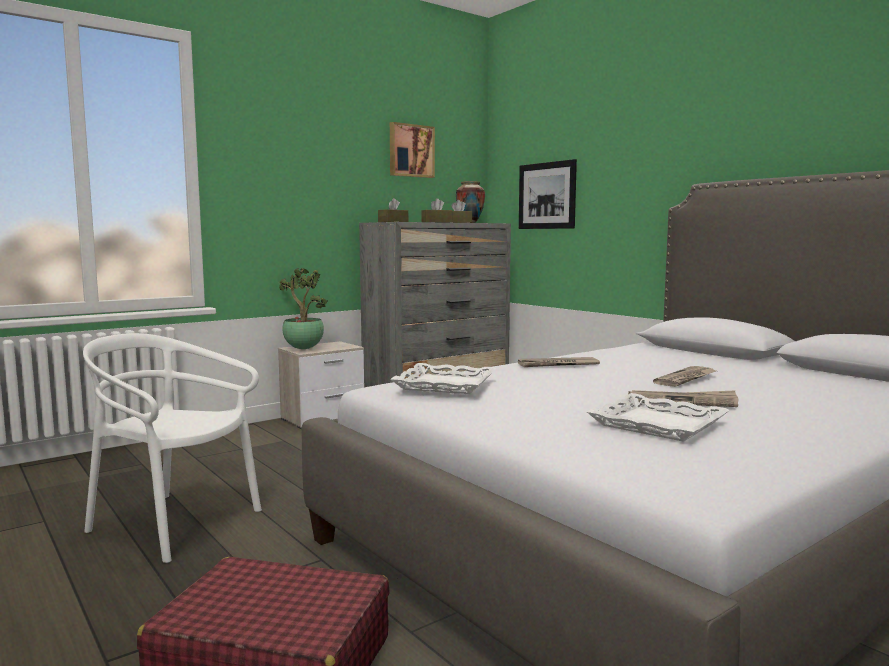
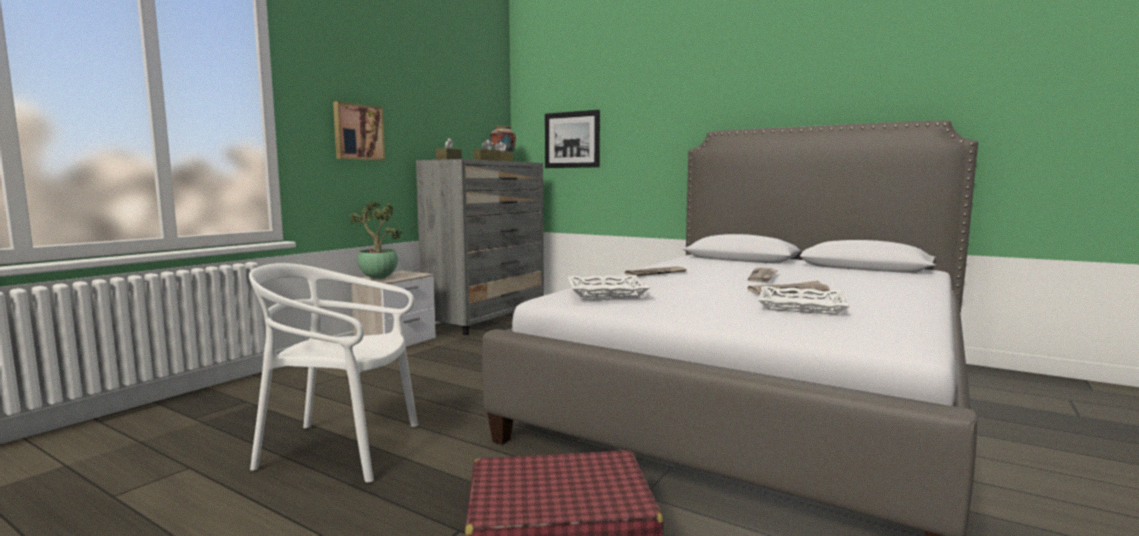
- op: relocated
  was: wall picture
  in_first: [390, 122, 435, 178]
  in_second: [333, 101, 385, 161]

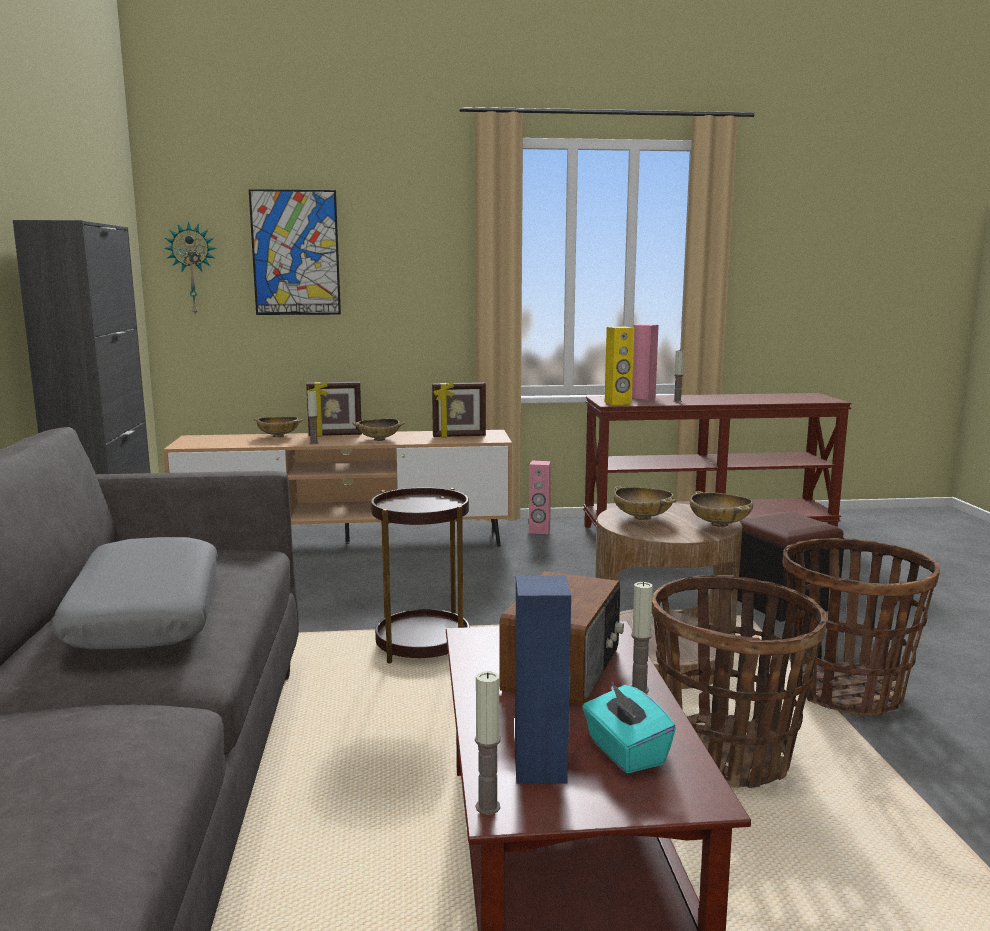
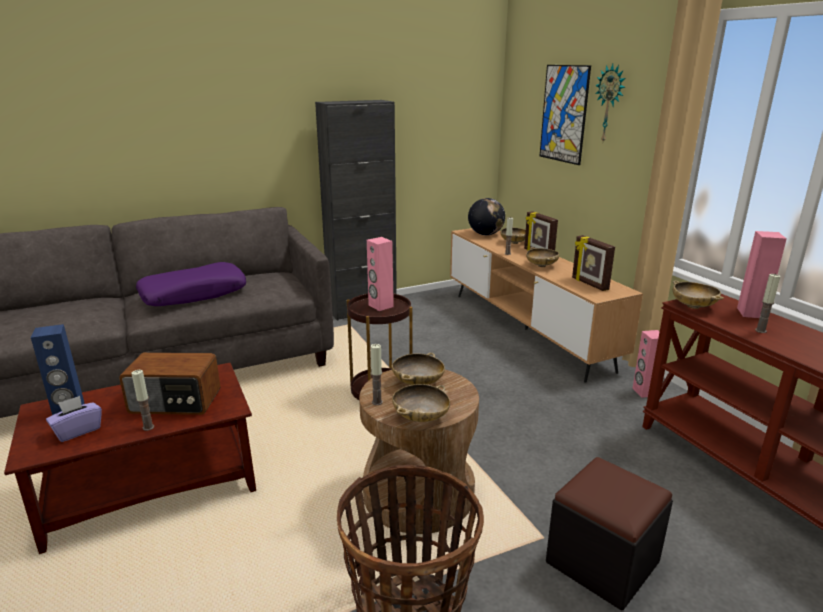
- op: colour
  was: box of tissues (turquoise-coloured)
  now: box of tissues (purple-coloured)
  in_first: [582, 681, 676, 773]
  in_second: [46, 396, 102, 442]
- op: colour
  was: pillow (greyish)
  now: pillow (purple-coloured)
  in_first: [52, 537, 218, 649]
  in_second: [136, 262, 246, 306]
- op: appeared
  now: speaker (pink)
  in_second: [367, 237, 394, 311]
- op: relocated
  was: candle
  in_first: [475, 671, 501, 815]
  in_second: [371, 344, 383, 405]
- op: appeared
  now: desk globe
  in_second: [468, 198, 505, 235]
- op: relocated
  was: hanging clock
  in_first: [164, 221, 217, 316]
  in_second: [595, 64, 625, 142]
- op: exchanged
  was: speaker (yellow)
  now: serving bowl (beige)
  in_first: [605, 327, 634, 405]
  in_second: [673, 281, 724, 309]
- op: missing
  was: basket
  in_first: [652, 575, 827, 788]

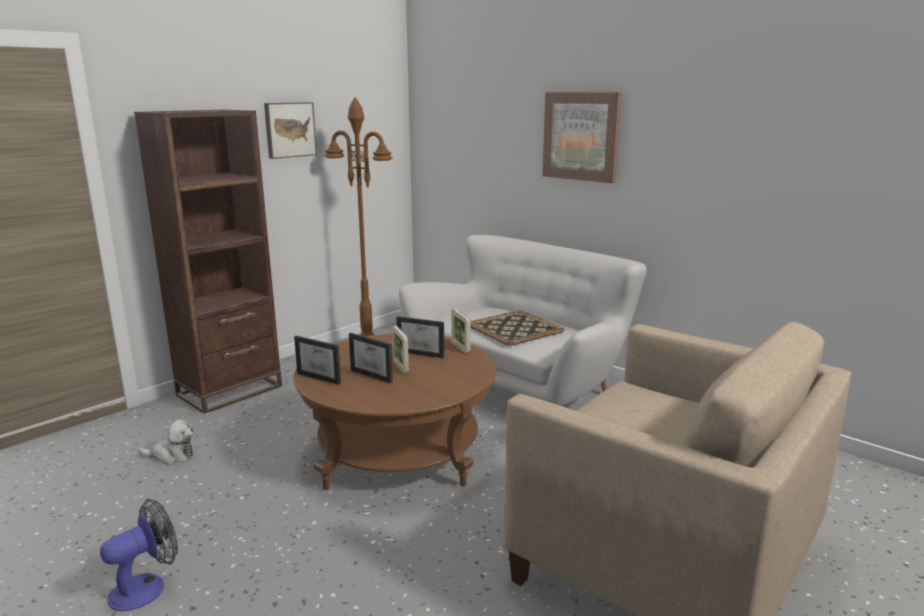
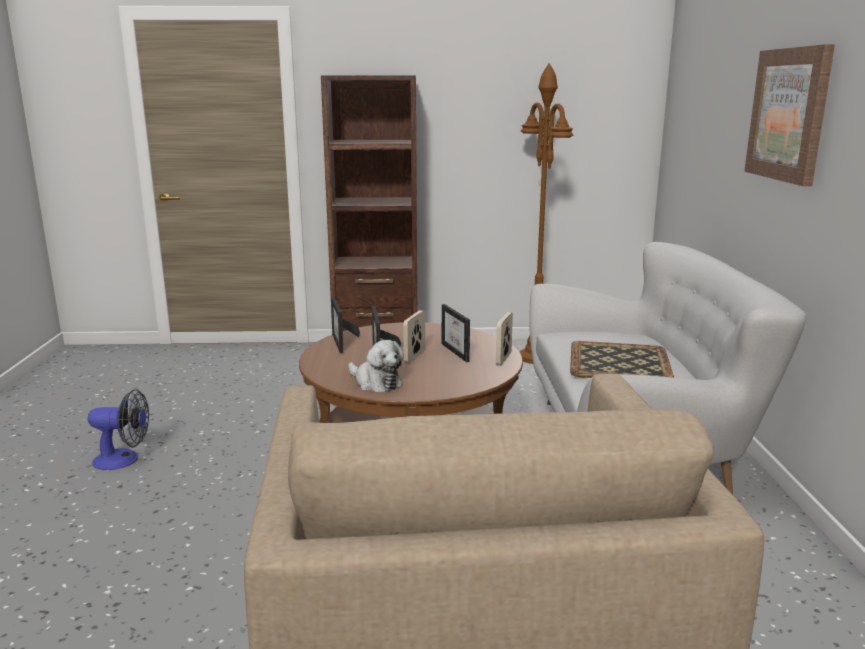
- op: relocated
  was: cuddly toy
  in_first: [138, 419, 195, 465]
  in_second: [348, 340, 404, 393]
- op: missing
  was: wall picture
  in_first: [264, 102, 317, 159]

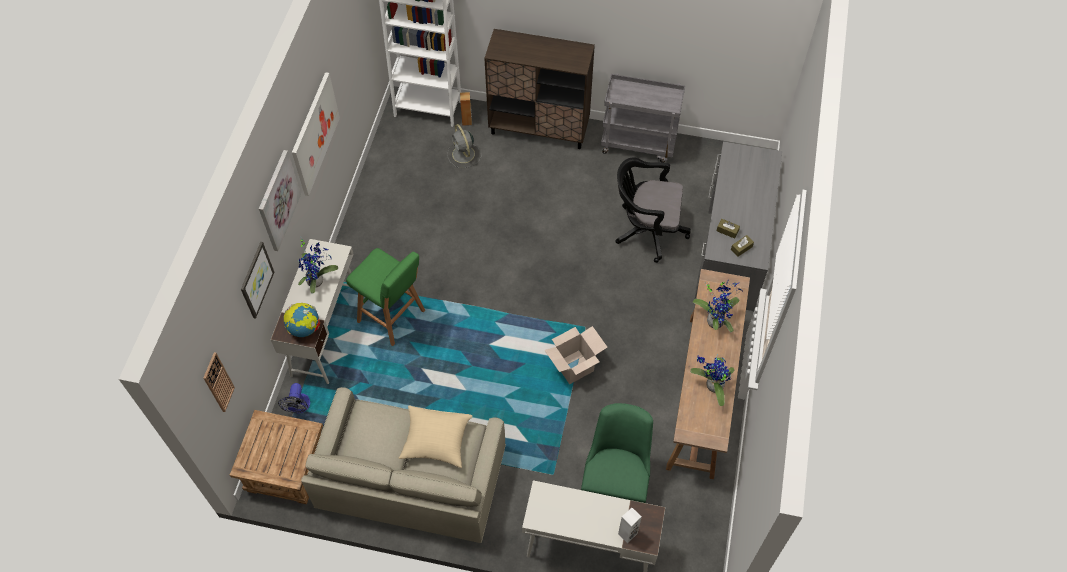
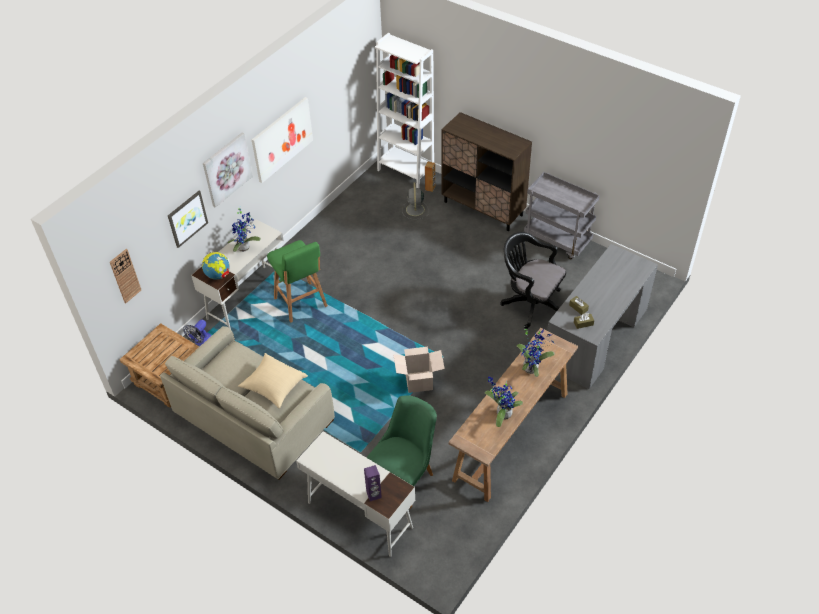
- op: colour
  was: speaker (white)
  now: speaker (purple-coloured)
  in_first: [618, 508, 642, 543]
  in_second: [364, 465, 382, 501]

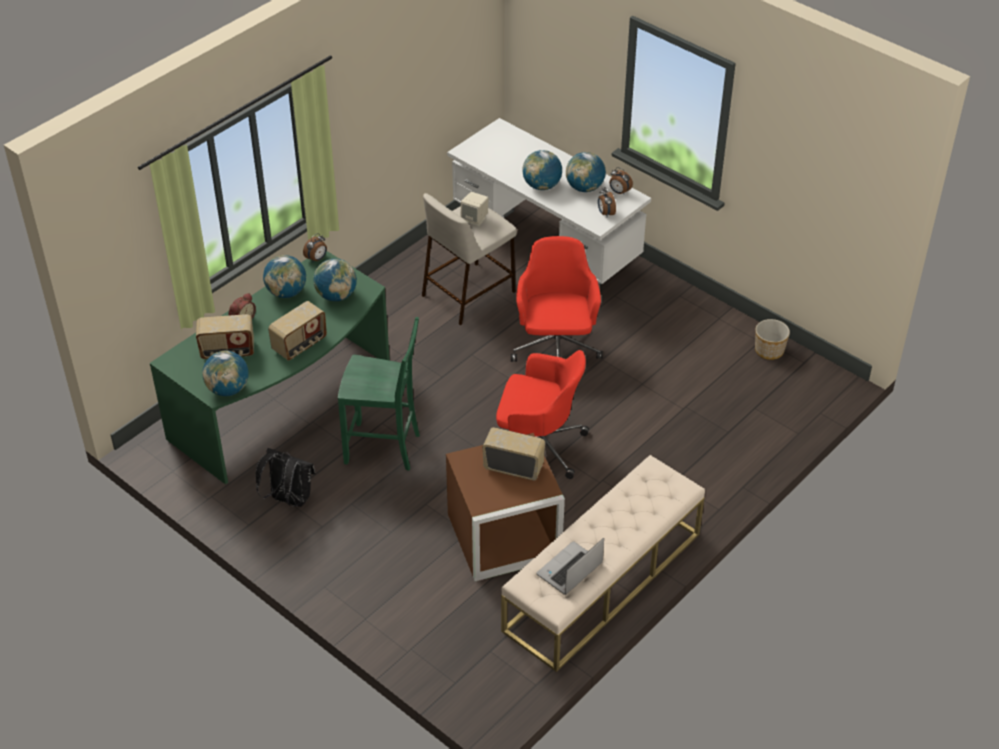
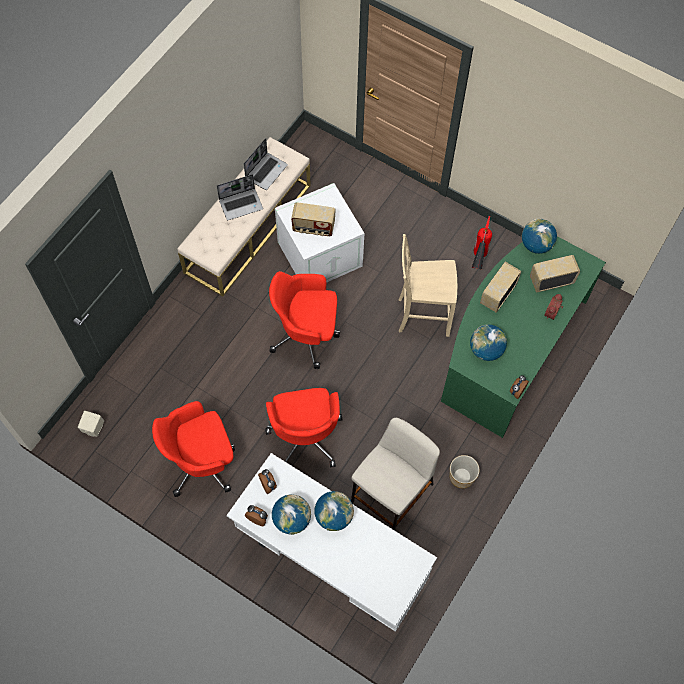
- op: relocated
  was: speaker (beige)
  in_first: [460, 192, 488, 227]
  in_second: [78, 411, 104, 437]
- op: appeared
  now: desk chair (red)
  in_second: [152, 401, 235, 497]
- op: appeared
  now: portable computer
  in_second: [217, 174, 263, 220]
- op: colour
  was: storage bin (brown)
  now: storage bin (white)
  in_first: [446, 433, 565, 581]
  in_second: [275, 183, 365, 282]
- op: colour
  was: plain chair (green)
  now: plain chair (beige)
  in_first: [338, 317, 420, 471]
  in_second: [398, 234, 457, 337]
- op: relocated
  was: plant pot
  in_first: [755, 319, 790, 360]
  in_second: [450, 455, 480, 488]
- op: exchanged
  was: knapsack (black-coloured)
  now: fire-fighting cylinder
  in_first: [256, 448, 315, 507]
  in_second: [471, 216, 492, 270]
- op: missing
  was: desk globe
  in_first: [263, 255, 306, 298]

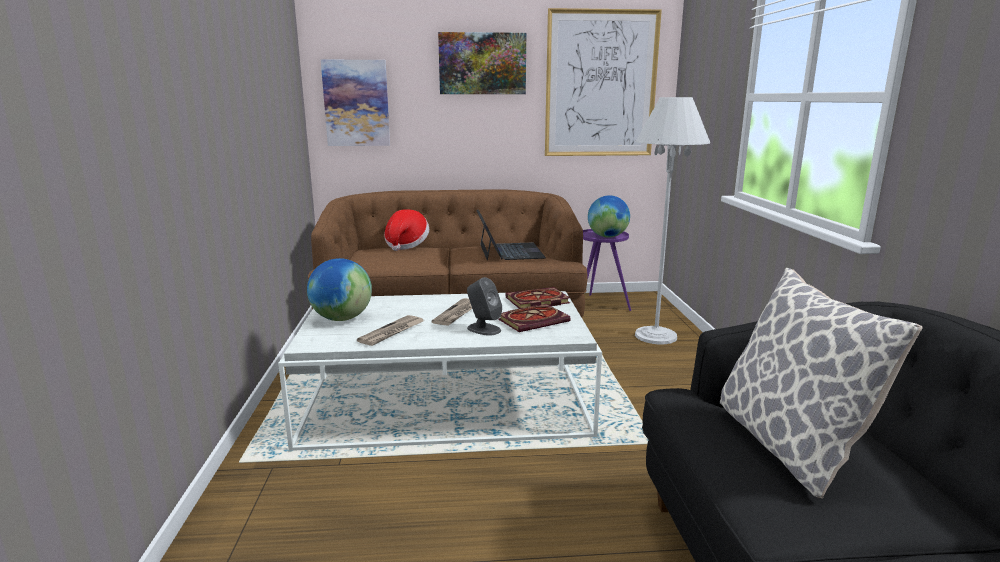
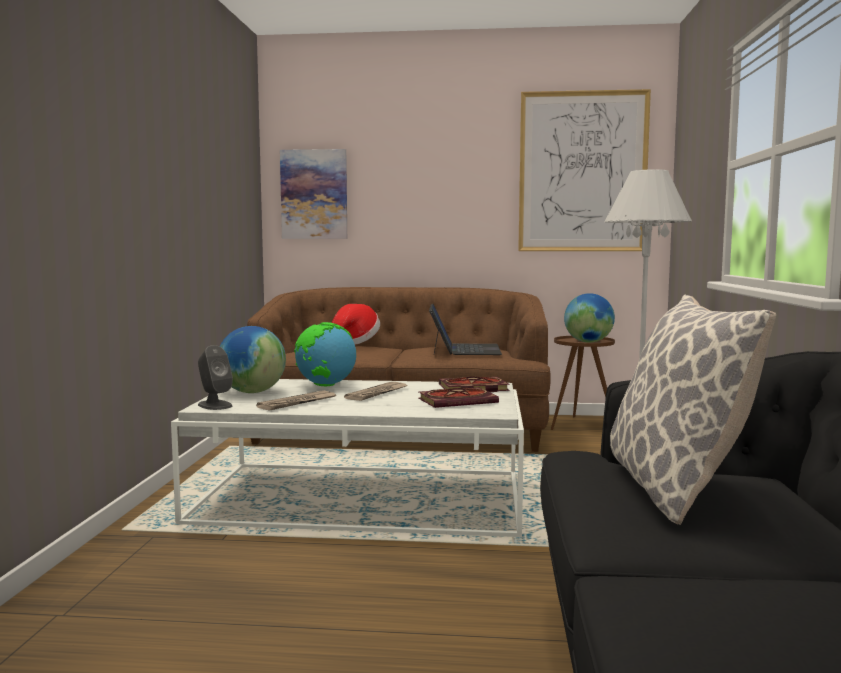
- op: relocated
  was: speaker (greyish)
  in_first: [467, 277, 502, 336]
  in_second: [198, 345, 233, 410]
- op: appeared
  now: desk globe
  in_second: [294, 322, 356, 386]
- op: colour
  was: end table (purple-coloured)
  now: end table (brown)
  in_first: [583, 229, 631, 311]
  in_second: [551, 336, 615, 430]
- op: missing
  was: wall picture
  in_first: [438, 32, 526, 94]

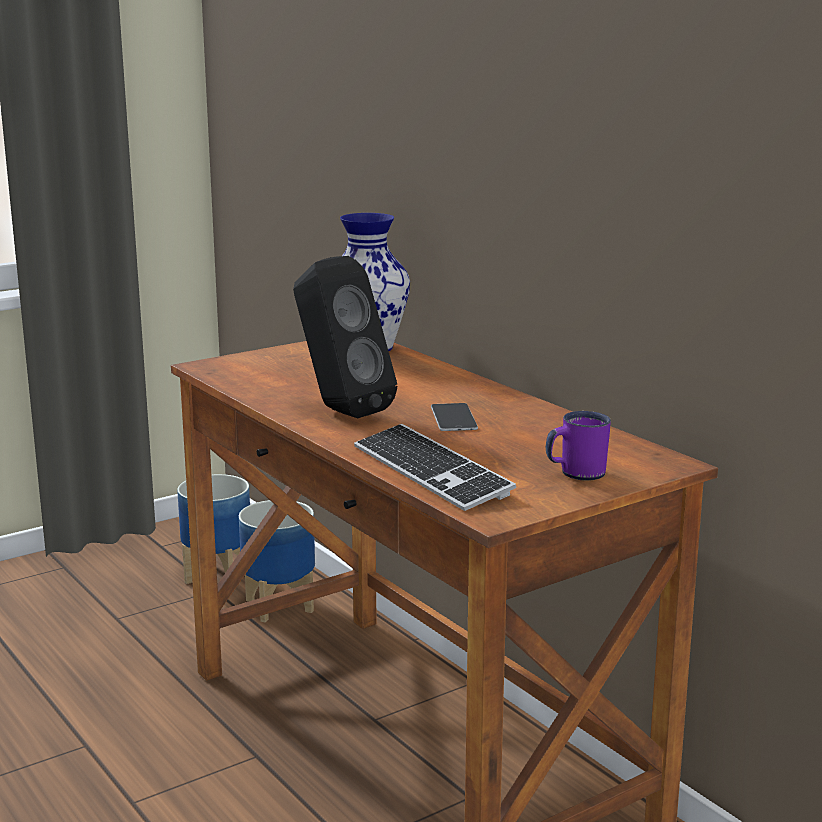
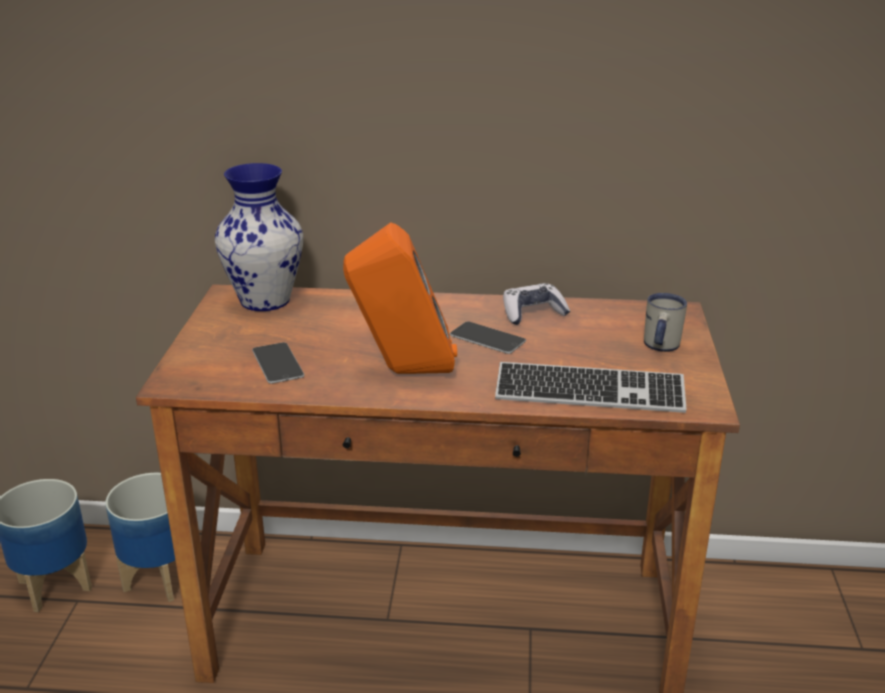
- op: appeared
  now: phone
  in_second: [252, 342, 304, 384]
- op: colour
  was: speaker (black-coloured)
  now: speaker (orange-coloured)
  in_first: [293, 256, 397, 418]
  in_second: [343, 222, 457, 374]
- op: appeared
  now: joypad
  in_second: [503, 283, 570, 325]
- op: colour
  was: coffee mug (purple-coloured)
  now: coffee mug (white)
  in_first: [546, 411, 611, 481]
  in_second: [644, 293, 687, 352]

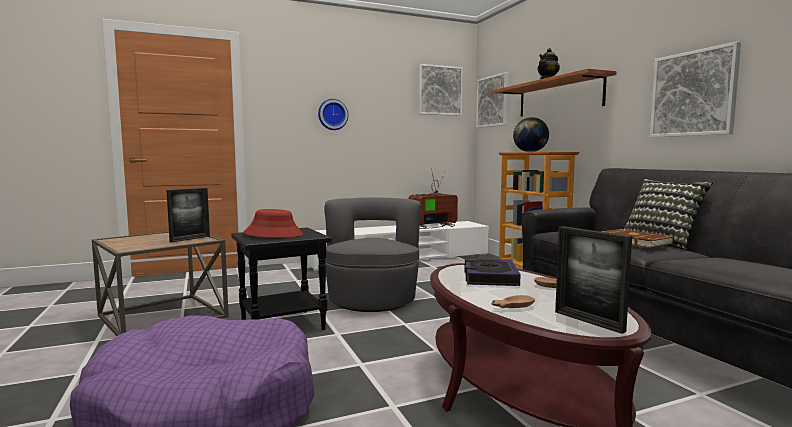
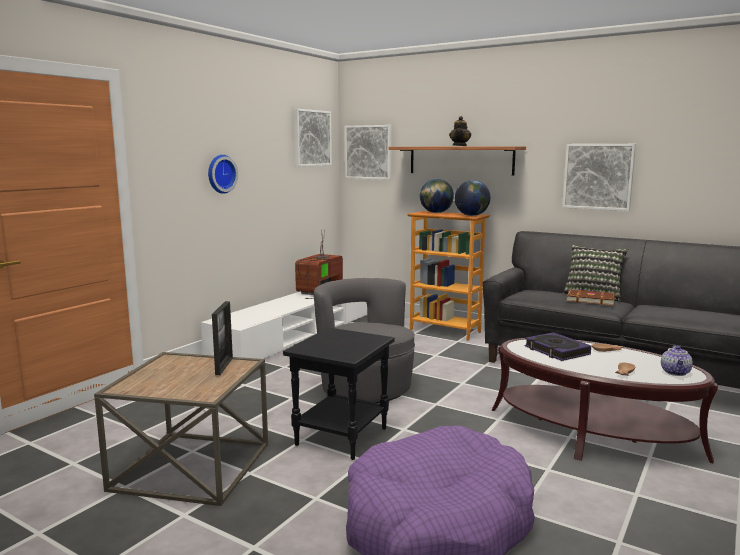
- op: appeared
  now: desk globe
  in_second: [455, 180, 490, 216]
- op: exchanged
  was: picture frame
  now: pot for tea
  in_first: [555, 226, 632, 334]
  in_second: [661, 345, 693, 376]
- op: missing
  was: hat (red)
  in_first: [243, 209, 303, 238]

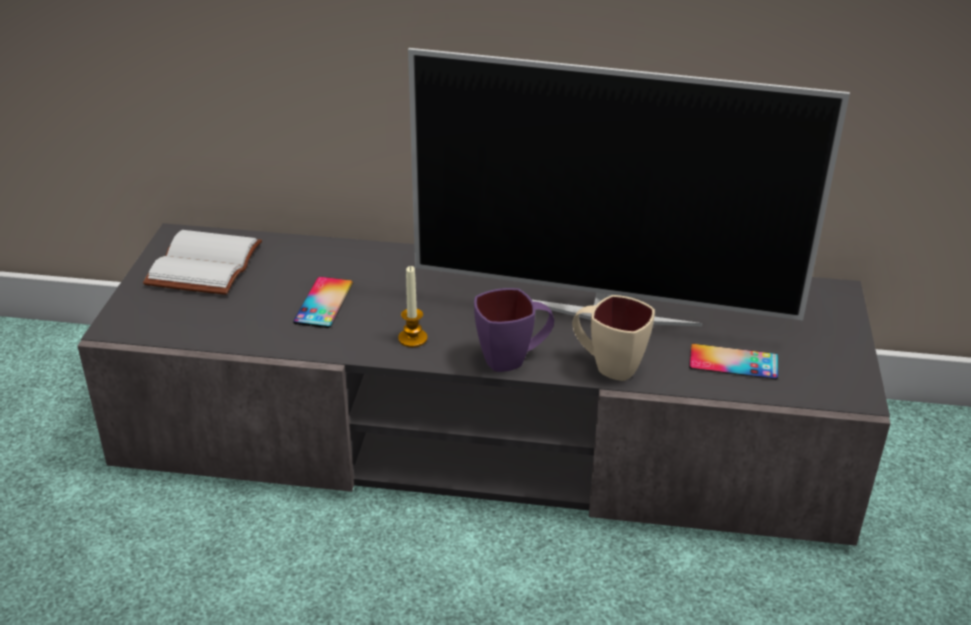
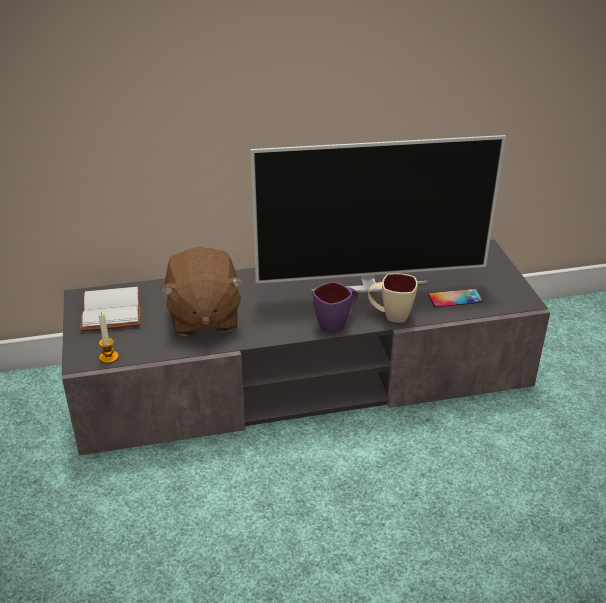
- op: relocated
  was: candle
  in_first: [398, 266, 428, 347]
  in_second: [99, 312, 119, 364]
- op: exchanged
  was: phone
  now: cuddly toy (brown)
  in_first: [293, 277, 353, 328]
  in_second: [161, 247, 244, 336]

